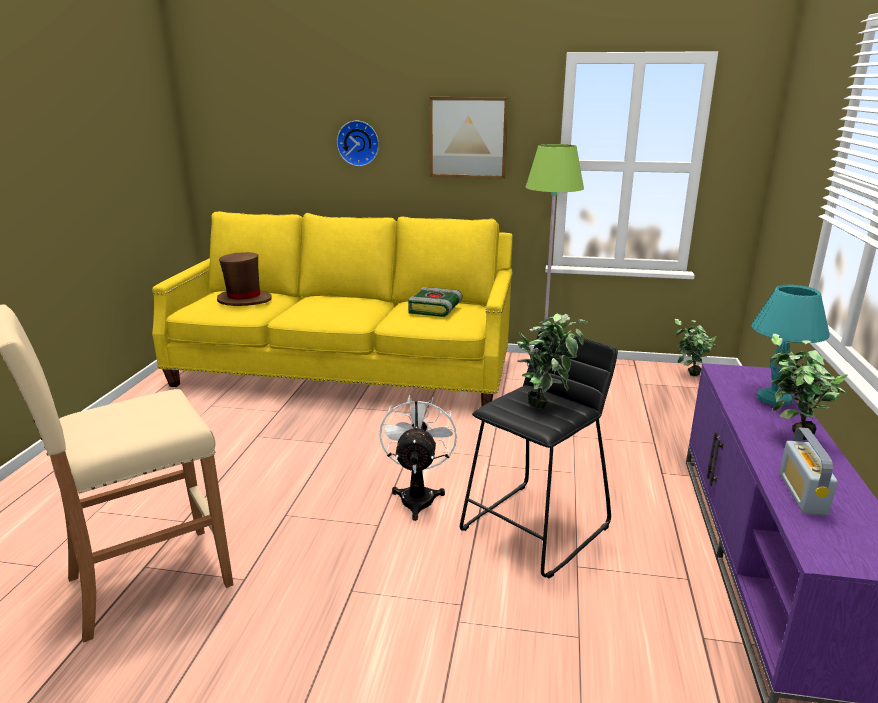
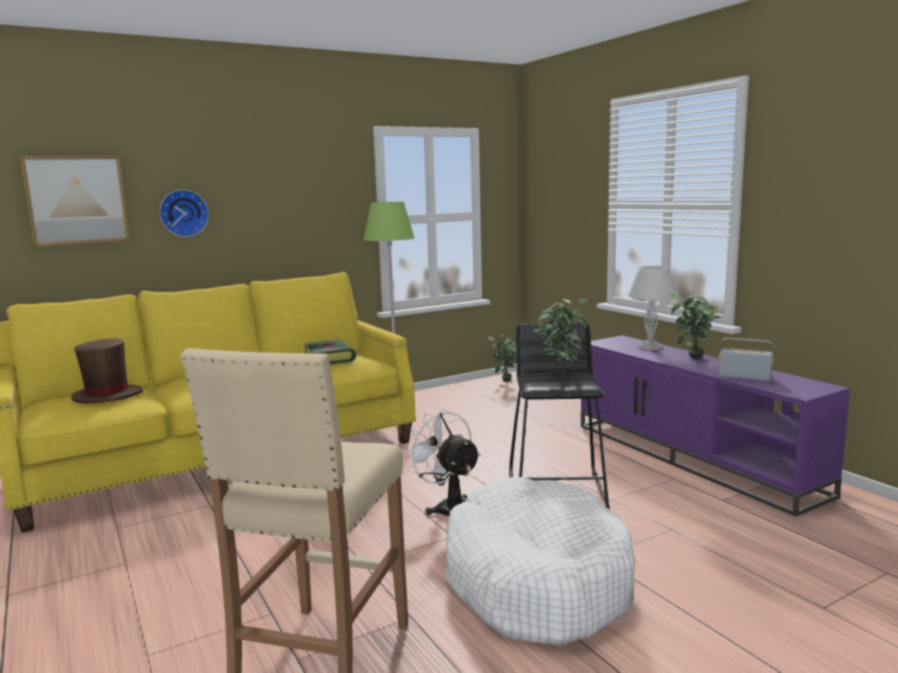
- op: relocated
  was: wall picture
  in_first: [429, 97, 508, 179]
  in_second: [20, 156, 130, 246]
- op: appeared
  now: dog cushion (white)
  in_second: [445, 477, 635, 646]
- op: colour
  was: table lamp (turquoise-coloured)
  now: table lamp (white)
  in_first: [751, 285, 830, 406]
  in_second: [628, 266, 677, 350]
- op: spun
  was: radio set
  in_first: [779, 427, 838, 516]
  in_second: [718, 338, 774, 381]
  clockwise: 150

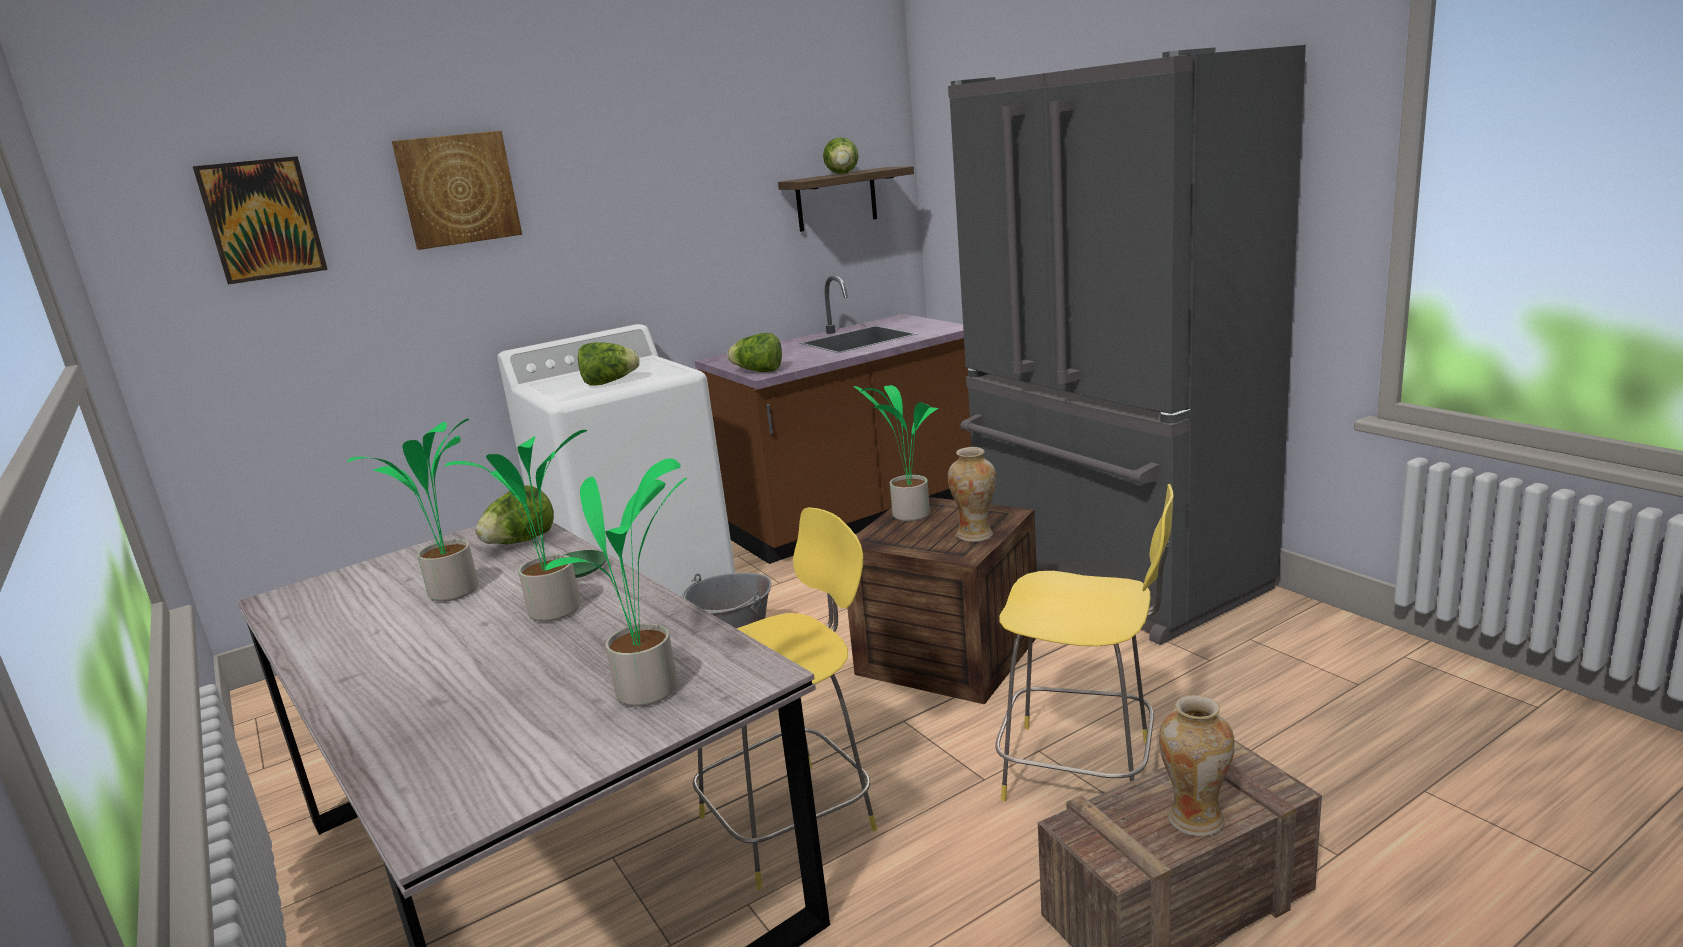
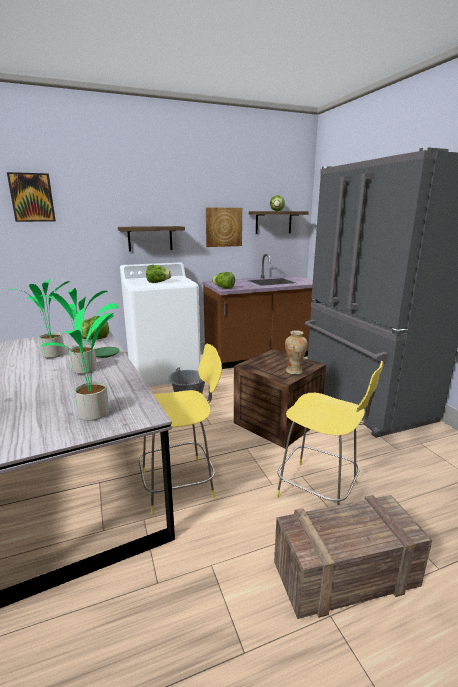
- op: appeared
  now: bracket shelf
  in_second: [118, 226, 185, 251]
- op: relocated
  was: wall picture
  in_first: [392, 131, 522, 250]
  in_second: [206, 208, 242, 247]
- op: missing
  was: plant in a pot
  in_first: [854, 385, 938, 521]
- op: missing
  was: flower vase
  in_first: [1159, 695, 1235, 836]

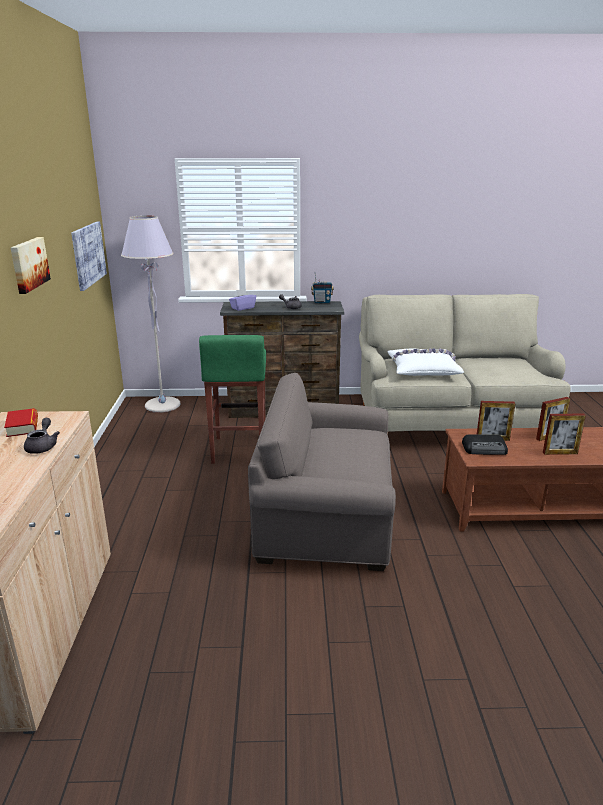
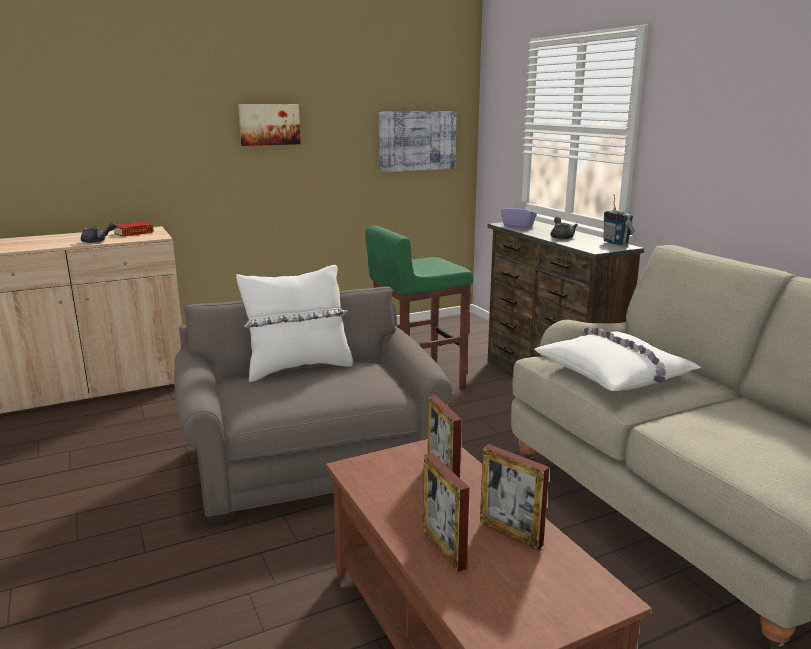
- op: appeared
  now: pillow (white)
  in_second: [236, 265, 353, 382]
- op: missing
  was: standard lamp (greyish)
  in_first: [121, 215, 180, 413]
- op: missing
  was: radio set
  in_first: [462, 434, 508, 455]

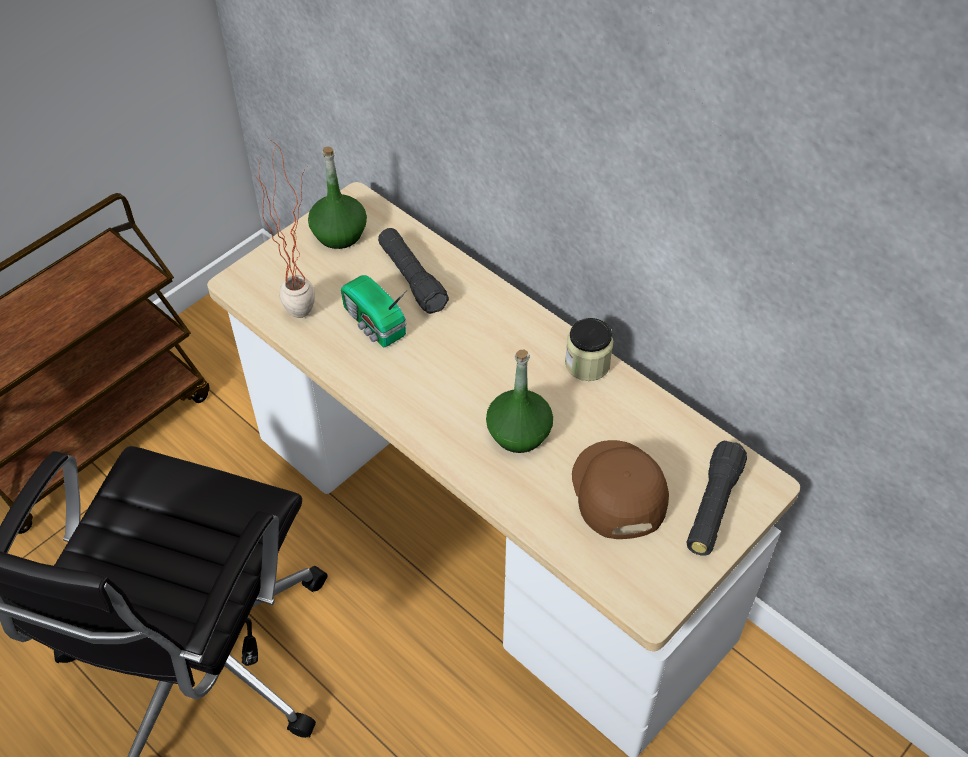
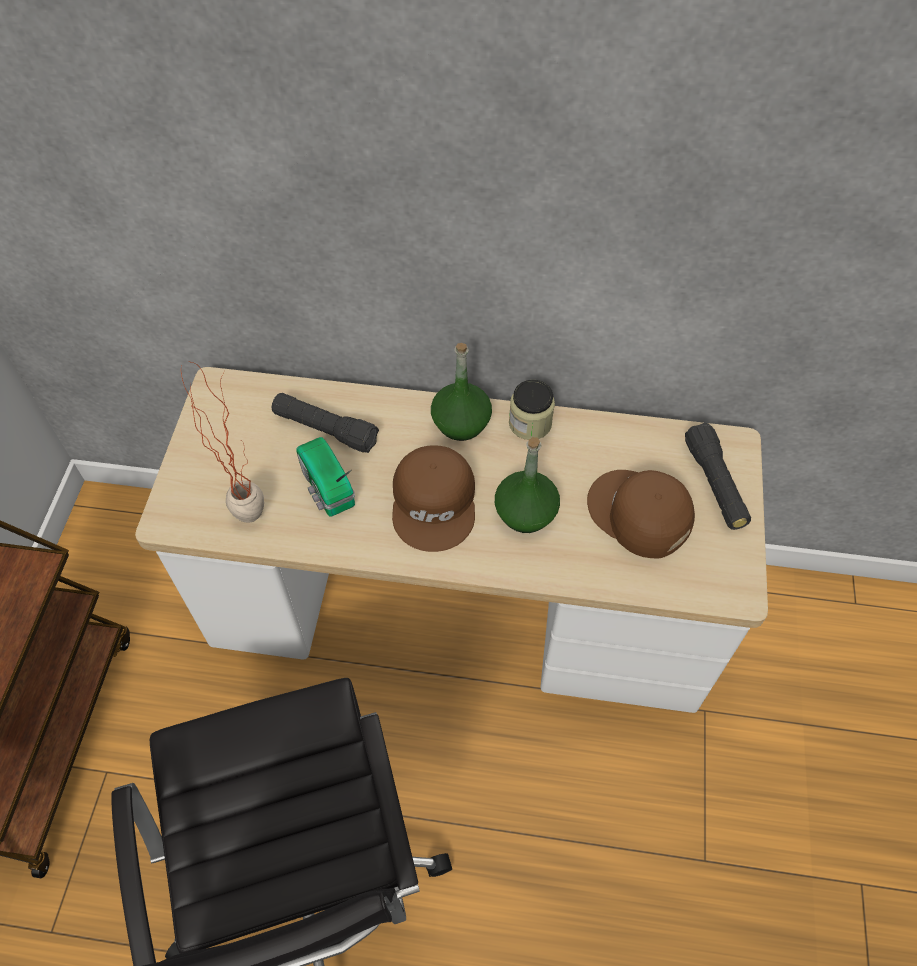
- op: spun
  was: radio set
  in_first: [341, 275, 407, 347]
  in_second: [297, 437, 355, 517]
  clockwise: 45
- op: appeared
  now: peaked cap (brown)
  in_second: [392, 445, 475, 552]
- op: relocated
  was: beverage bottle (green)
  in_first: [308, 146, 367, 249]
  in_second: [431, 343, 492, 441]

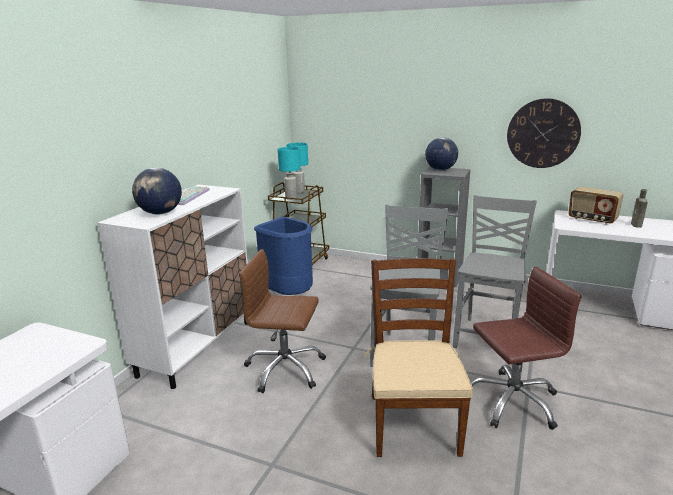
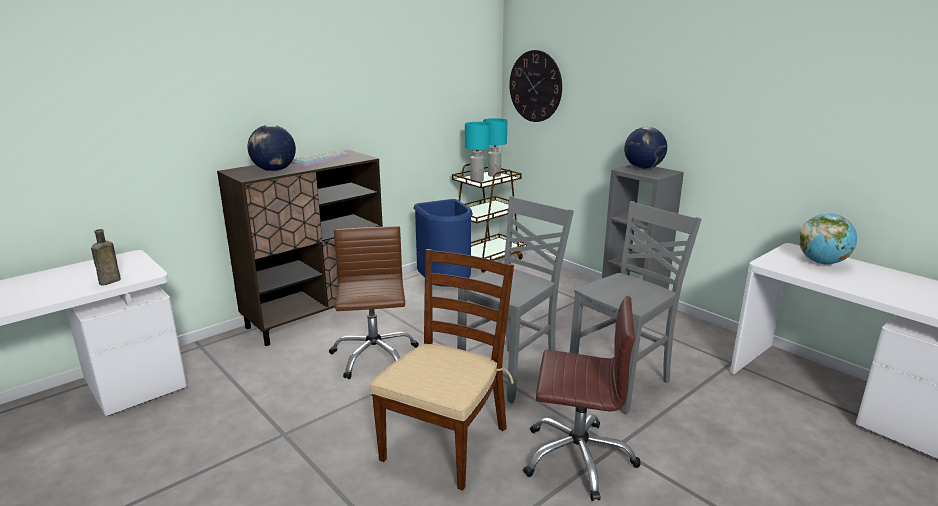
- op: relocated
  was: beverage bottle (brown)
  in_first: [631, 189, 648, 228]
  in_second: [91, 229, 121, 285]
- op: colour
  was: cupboard (white)
  now: cupboard (brown)
  in_first: [97, 185, 248, 389]
  in_second: [217, 150, 383, 346]
- op: spun
  was: desk chair (brown)
  in_first: [239, 249, 326, 393]
  in_second: [329, 226, 419, 379]
  clockwise: 45
- op: relocated
  was: hanging clock
  in_first: [507, 98, 581, 168]
  in_second: [509, 50, 562, 122]
- op: exchanged
  was: radio set
  now: desk globe
  in_first: [568, 187, 624, 225]
  in_second: [799, 213, 857, 265]

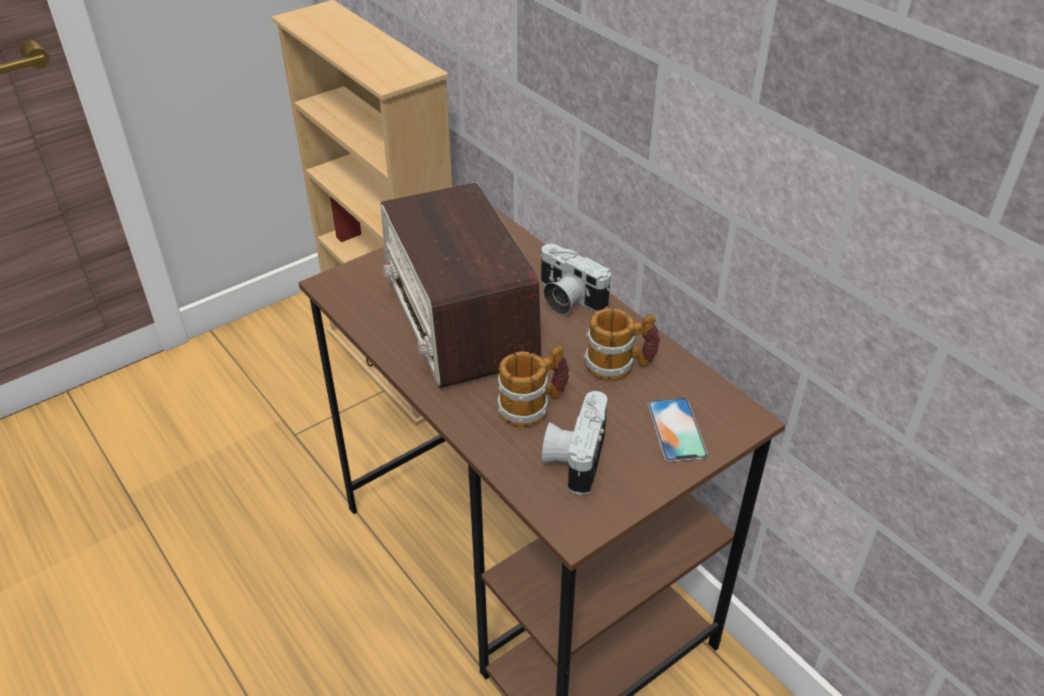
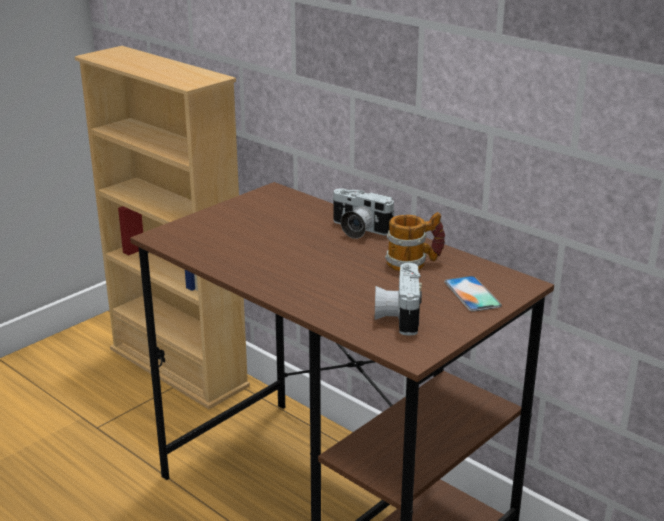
- op: missing
  was: radio set
  in_first: [381, 183, 541, 388]
- op: missing
  was: coffee mug
  in_first: [498, 345, 569, 427]

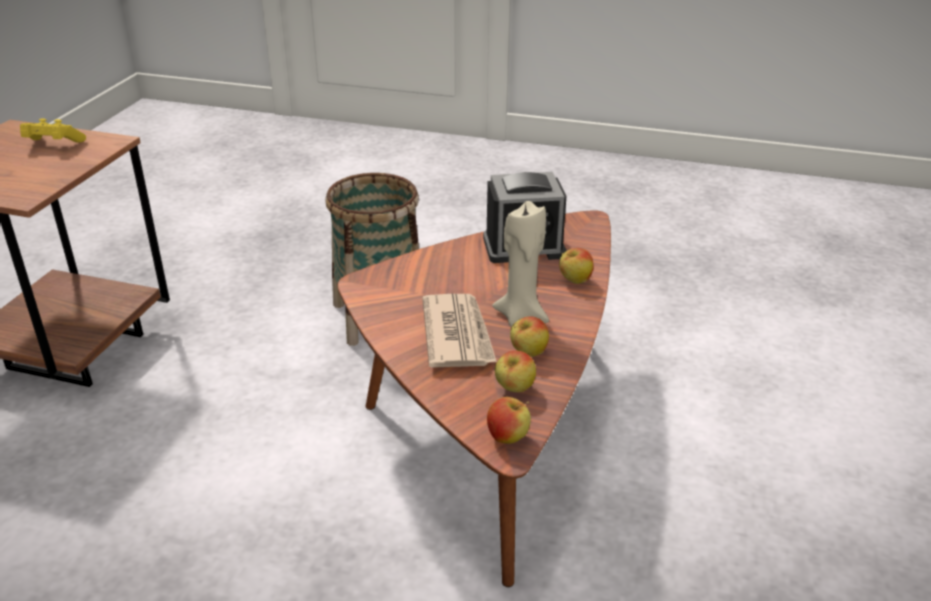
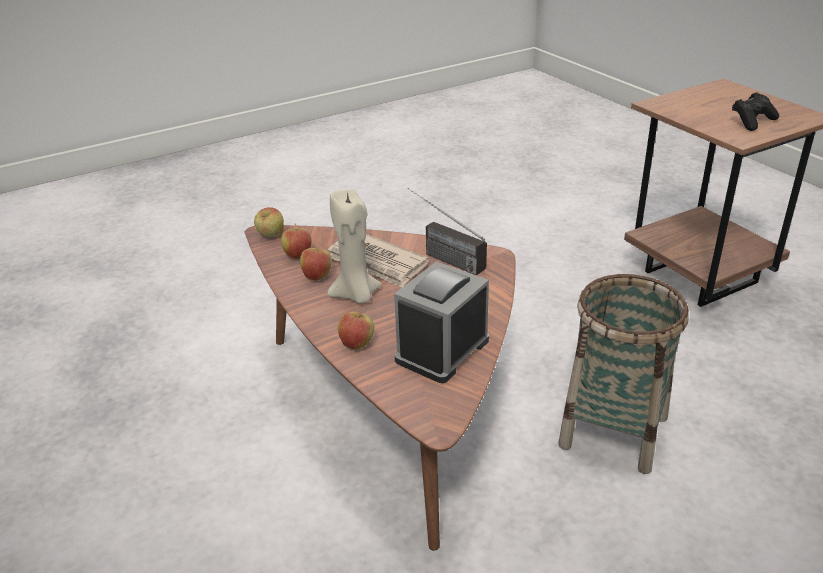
- op: appeared
  now: radio set
  in_second: [407, 188, 487, 276]
- op: colour
  was: joypad (yellow)
  now: joypad (black-coloured)
  in_first: [20, 118, 86, 143]
  in_second: [732, 92, 779, 131]

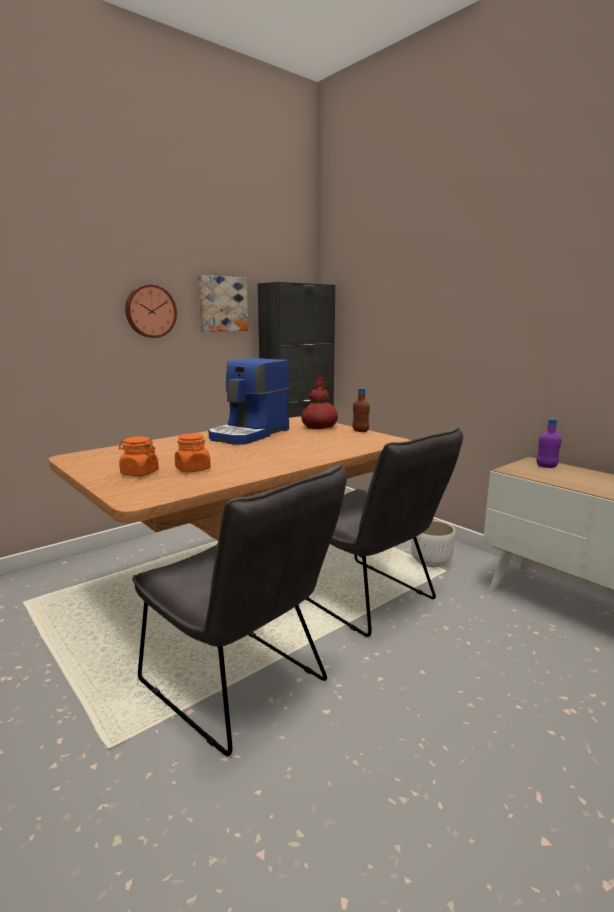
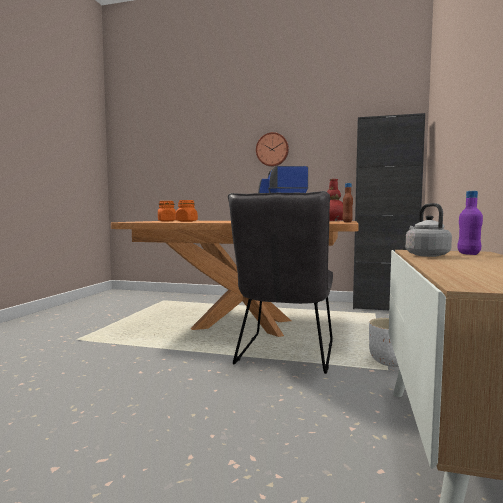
- op: appeared
  now: tea kettle (greyish)
  in_second: [405, 203, 452, 257]
- op: missing
  was: plain chair (greyish)
  in_first: [132, 463, 347, 756]
- op: missing
  was: wall picture
  in_first: [198, 275, 248, 332]

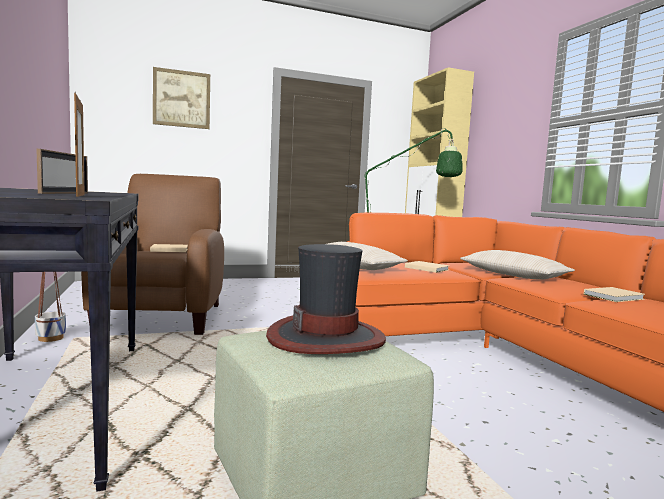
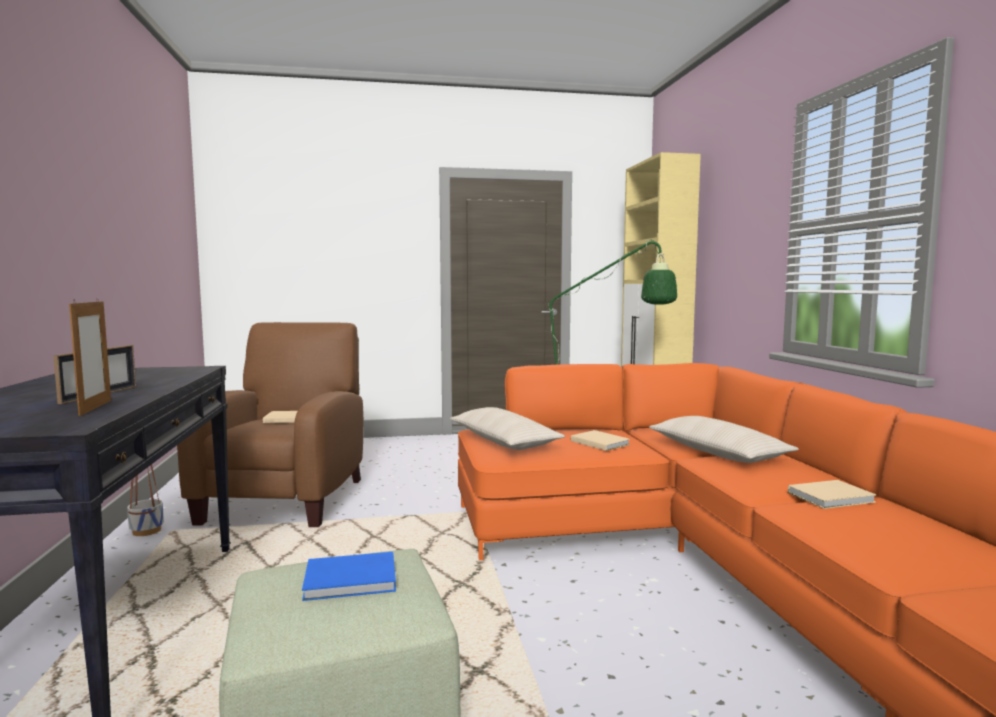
- op: exchanged
  was: hat
  now: book (blue-coloured)
  in_first: [266, 244, 386, 354]
  in_second: [302, 552, 396, 601]
- op: missing
  was: wall picture
  in_first: [153, 67, 210, 129]

